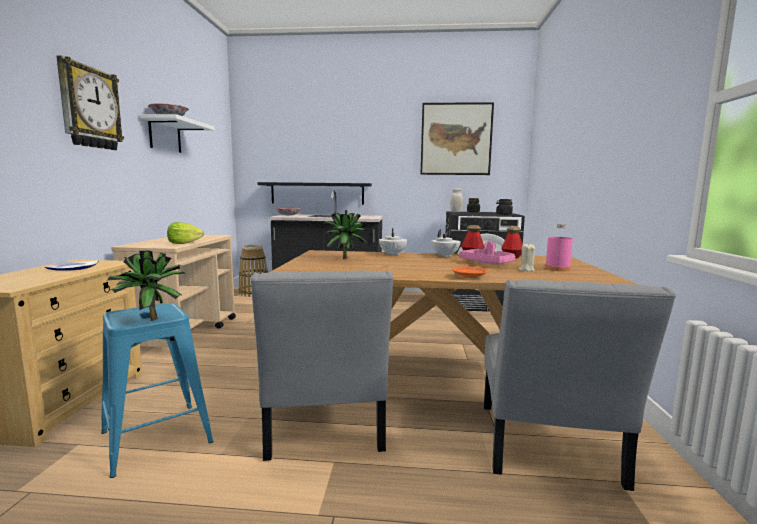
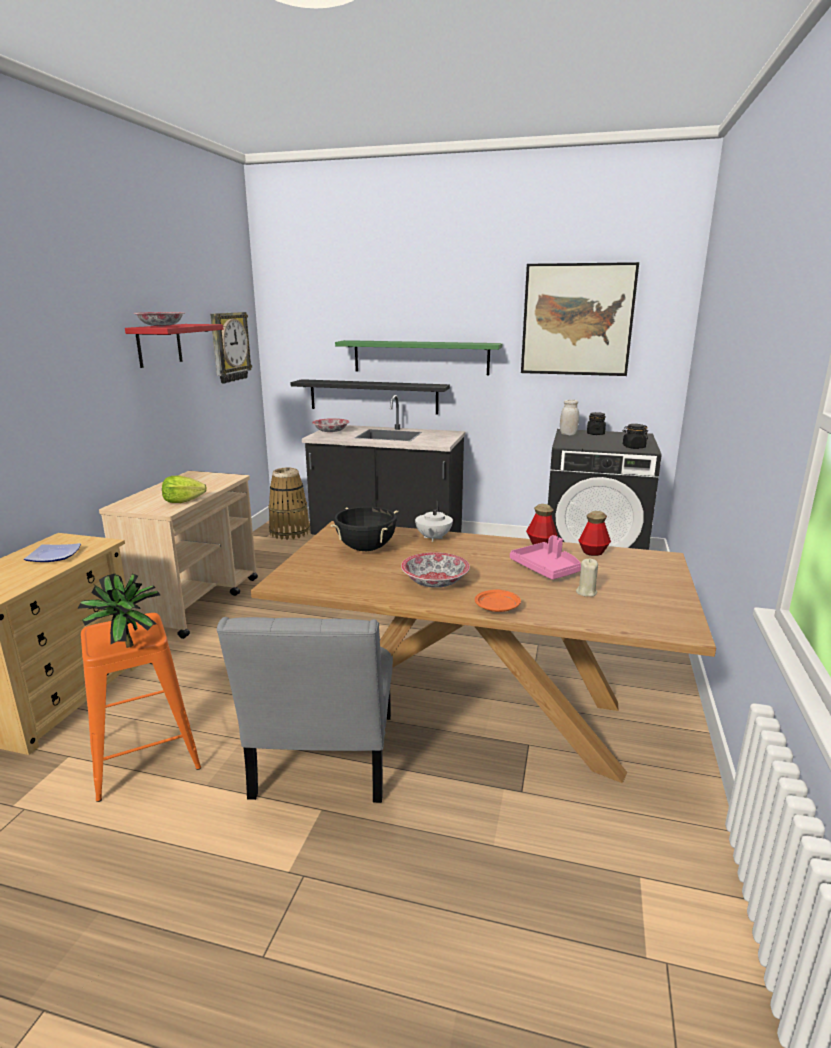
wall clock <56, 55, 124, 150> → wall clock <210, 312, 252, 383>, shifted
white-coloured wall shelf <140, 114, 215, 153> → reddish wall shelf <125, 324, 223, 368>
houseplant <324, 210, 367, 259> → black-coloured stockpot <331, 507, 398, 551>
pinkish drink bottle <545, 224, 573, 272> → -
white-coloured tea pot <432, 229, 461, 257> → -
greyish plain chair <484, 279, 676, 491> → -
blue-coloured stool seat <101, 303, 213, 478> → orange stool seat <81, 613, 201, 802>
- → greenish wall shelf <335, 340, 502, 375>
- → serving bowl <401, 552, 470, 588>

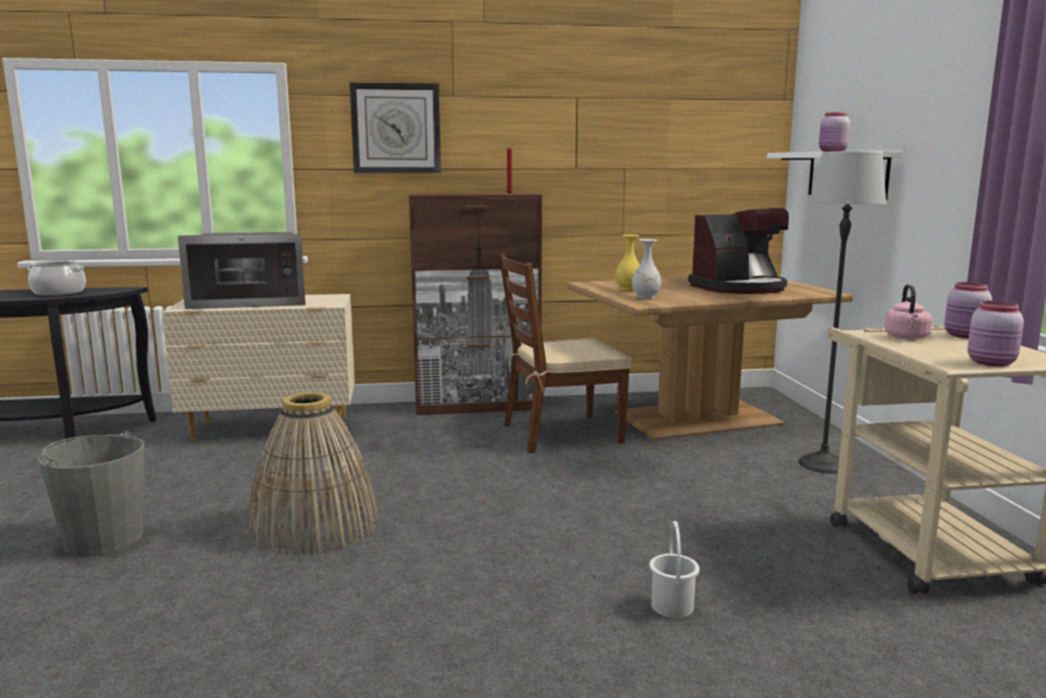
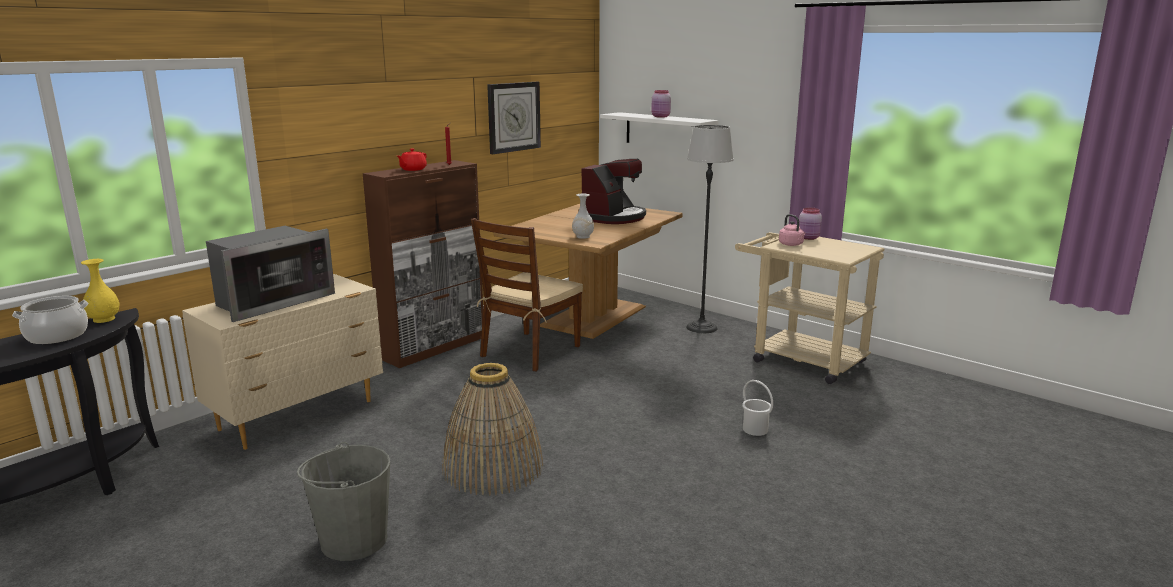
wall clock <350, 82, 441, 173> → wall clock <487, 82, 541, 154>, shifted
yellowish flower vase <615, 235, 640, 291> → yellowish flower vase <81, 259, 120, 323>, shifted
pinkish storage jar <967, 301, 1024, 366> → -
- → reddish tea pot <397, 148, 427, 171>

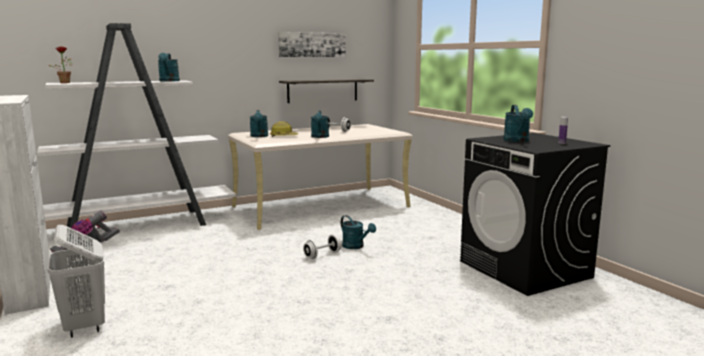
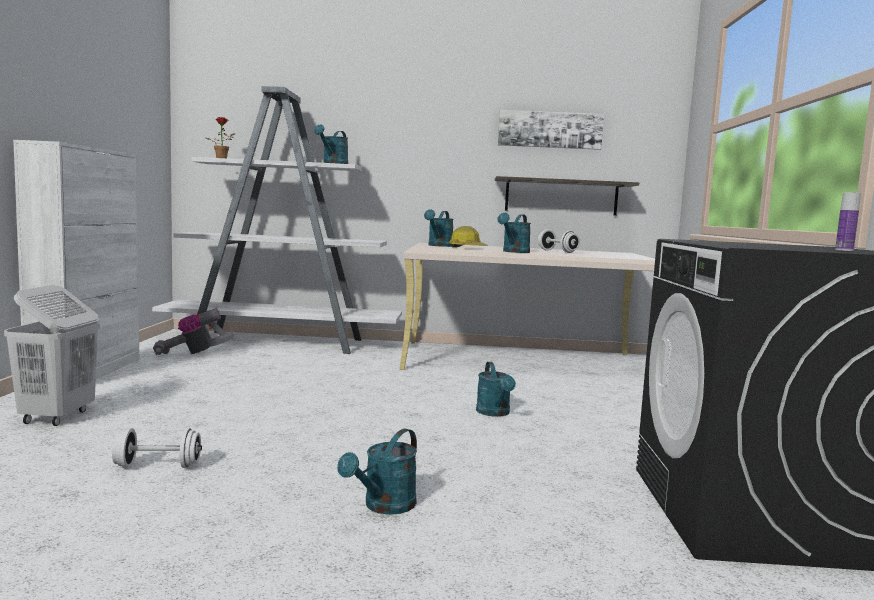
turquoise watering pot <503, 105, 533, 142> → turquoise watering pot <337, 429, 417, 515>, shifted
white-coloured hand weight <303, 234, 342, 259> → white-coloured hand weight <112, 428, 202, 468>, shifted

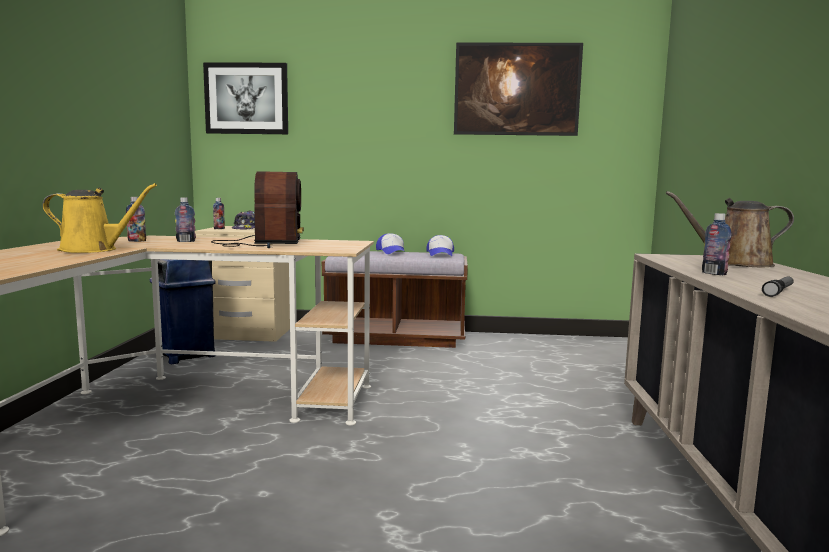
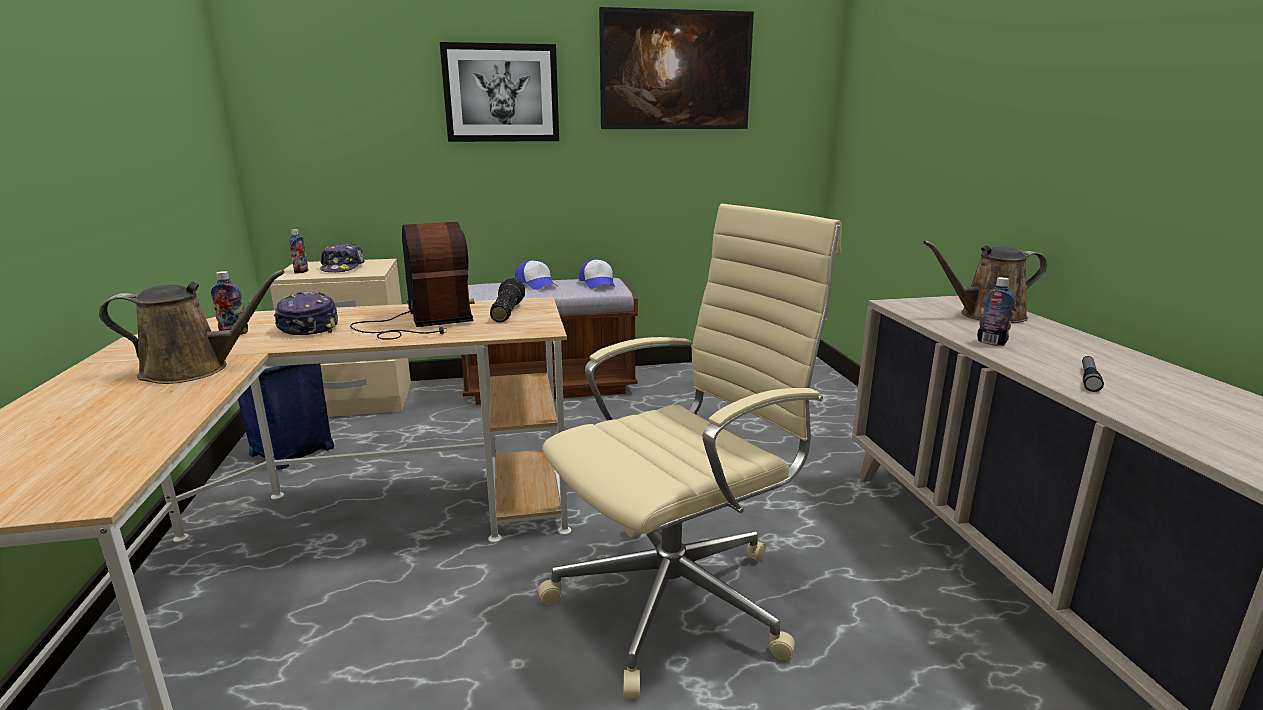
picture <203, 62, 288, 134> → picture <440, 42, 559, 142>, shifted
yellowish watering pot <42, 183, 157, 253> → brownish watering pot <99, 270, 285, 384>
drink bottle <175, 197, 196, 242> → cap <274, 292, 338, 335>
- → sand-coloured desk chair <538, 204, 842, 698>
- → flashlight <490, 278, 525, 323>

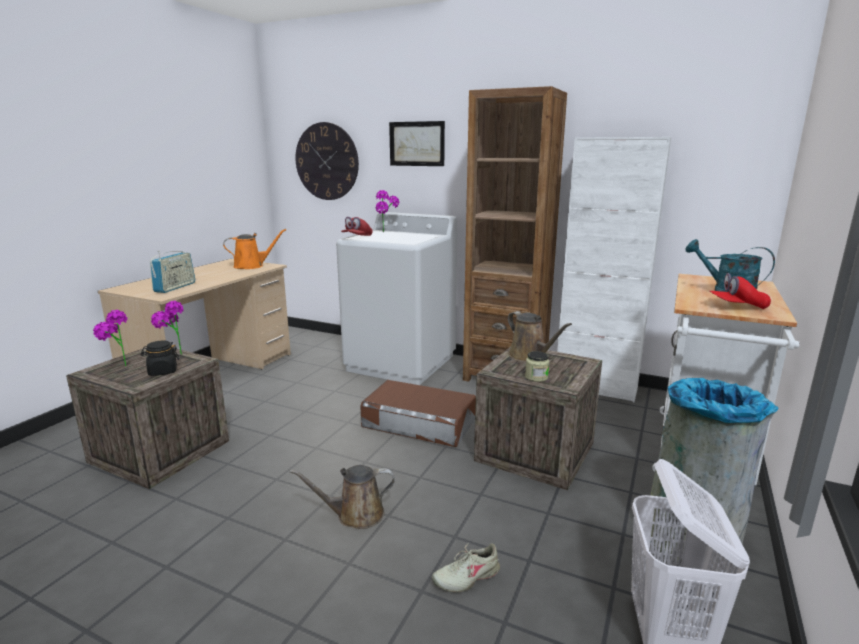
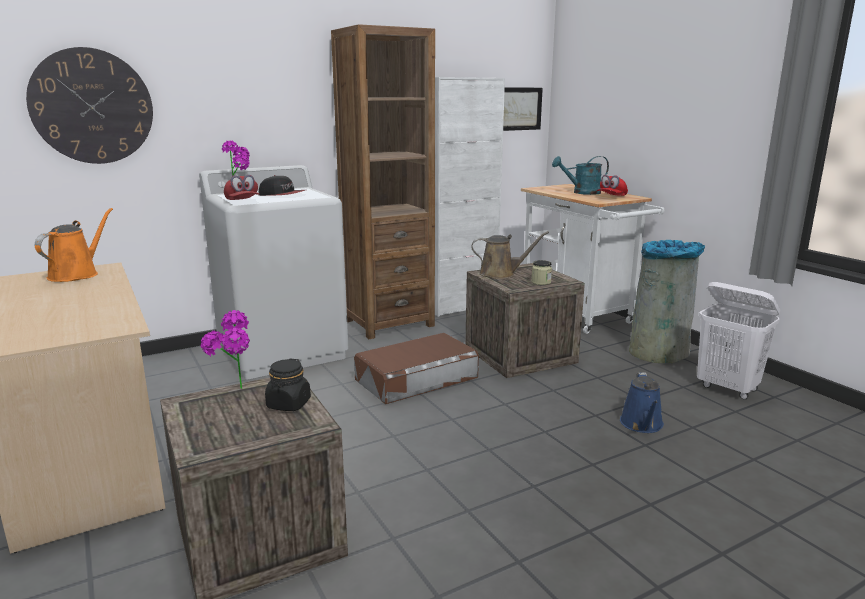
picture <389, 121, 445, 166> → picture <503, 88, 543, 131>, shifted
radio receiver <150, 251, 195, 293> → -
houseplant <93, 310, 127, 367> → -
brownish watering pot <290, 465, 395, 529> → -
sand-coloured item of footwear <432, 543, 500, 593> → blue-coloured watering pot <620, 372, 664, 433>
- → cap <259, 175, 305, 196>

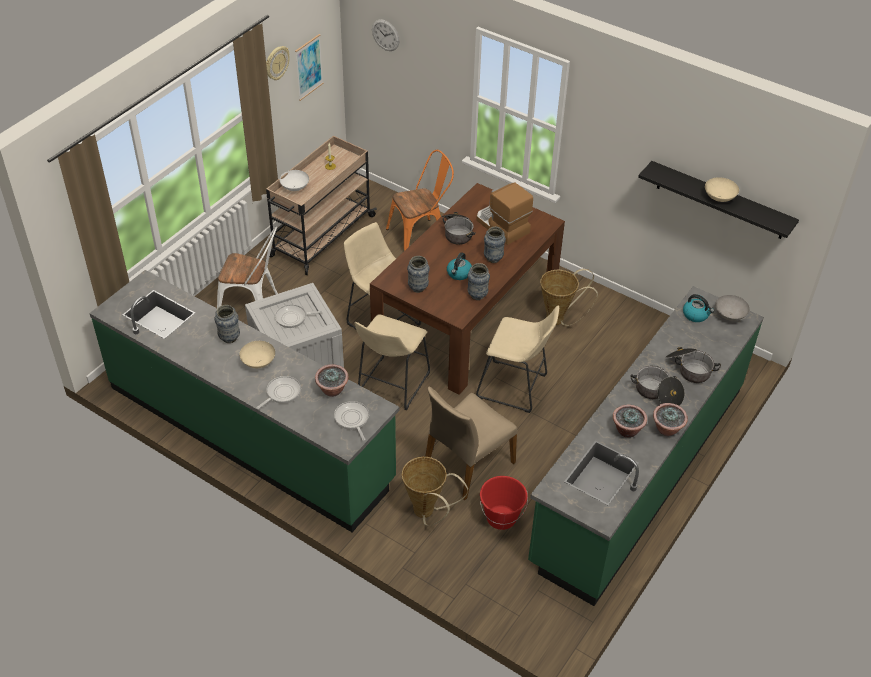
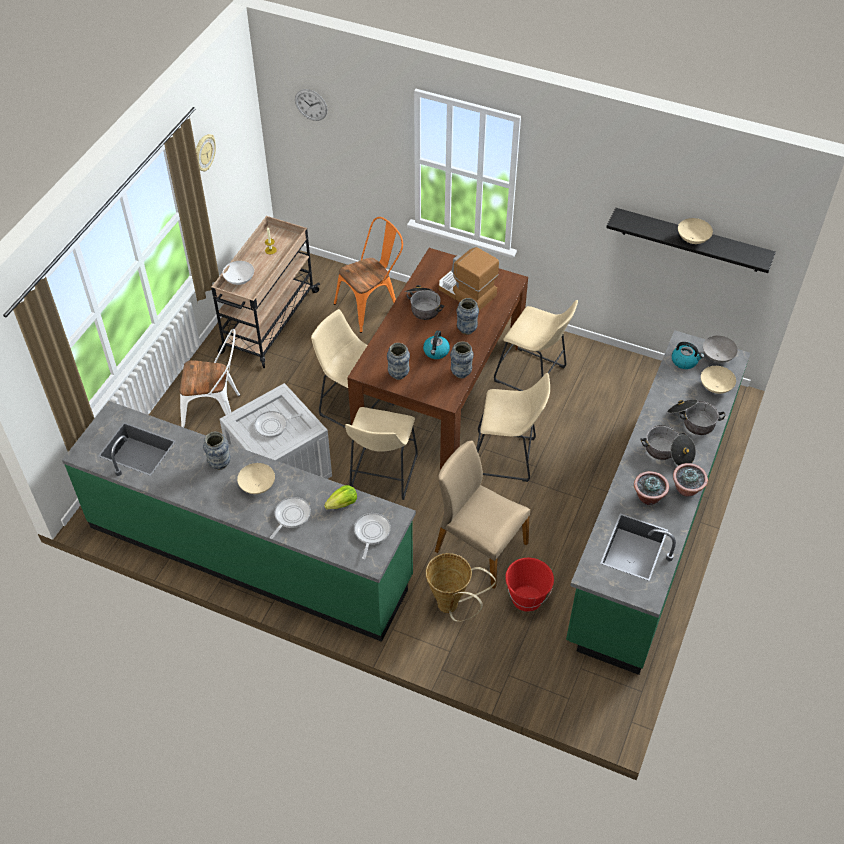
picture <295, 34, 323, 101> → -
household basket <540, 269, 598, 326> → sand-coloured stool seat <494, 300, 578, 391>
houseplant <315, 364, 349, 397> → lettuce <324, 485, 357, 509>
sand-coloured plain chair <425, 386, 517, 500> → sand-coloured plain chair <435, 441, 530, 589>, 90 degrees clockwise
frying pan <334, 401, 369, 441> → frying pan <354, 513, 391, 560>, 45 degrees clockwise
- → sand-coloured serving bowl <701, 366, 736, 394>

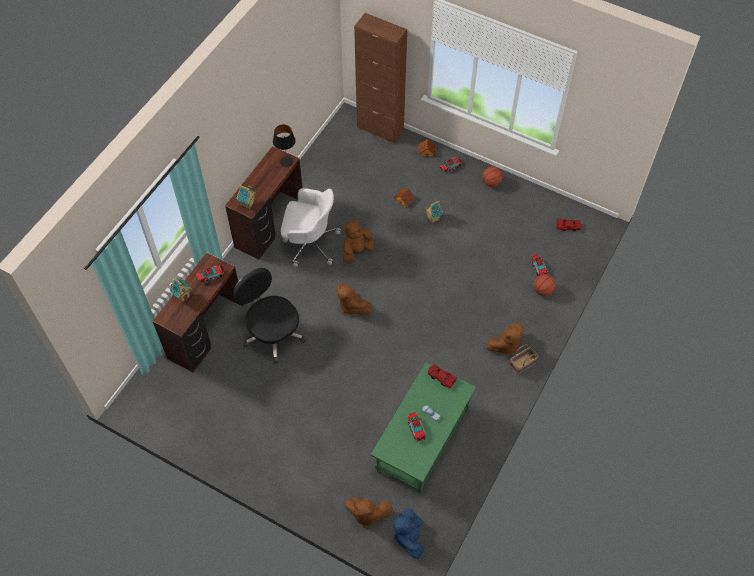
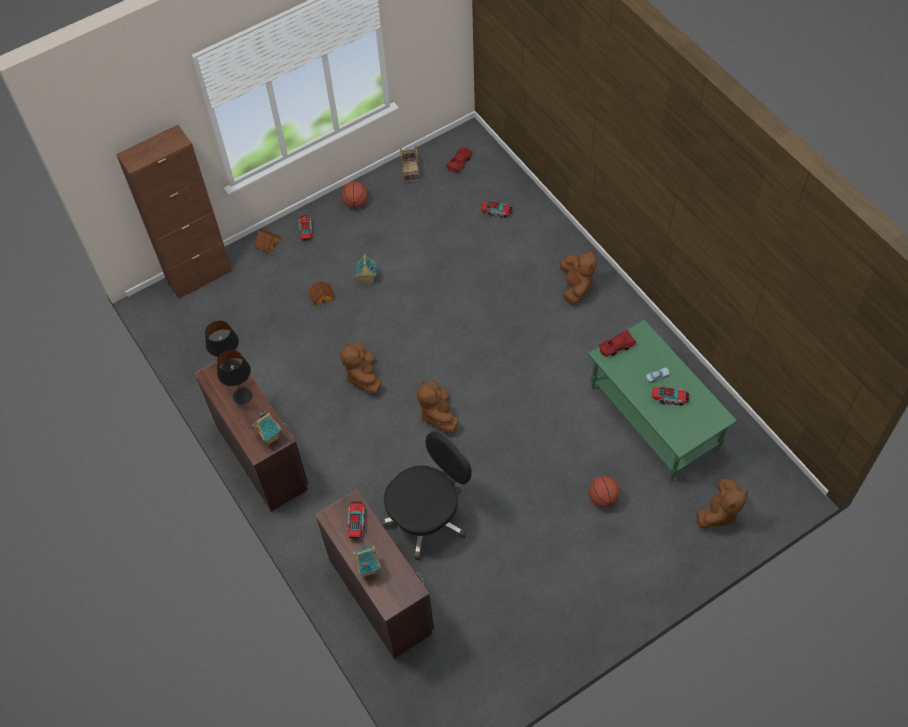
white-coloured desk chair <281, 188, 341, 267> → -
black-coloured desk chair <234, 268, 306, 364> → black-coloured desk chair <380, 431, 472, 560>, 150 degrees clockwise
basketball ball <533, 274, 556, 296> → basketball ball <589, 476, 620, 508>, shifted
brownish cuddly toy <337, 283, 372, 315> → brownish cuddly toy <417, 380, 458, 433>, 90 degrees clockwise
household basket <509, 344, 539, 375> → household basket <400, 146, 419, 183>, shifted
blue-coloured cuddly toy <394, 509, 424, 559> → -
- → black-coloured lamp for a table <217, 349, 252, 404>

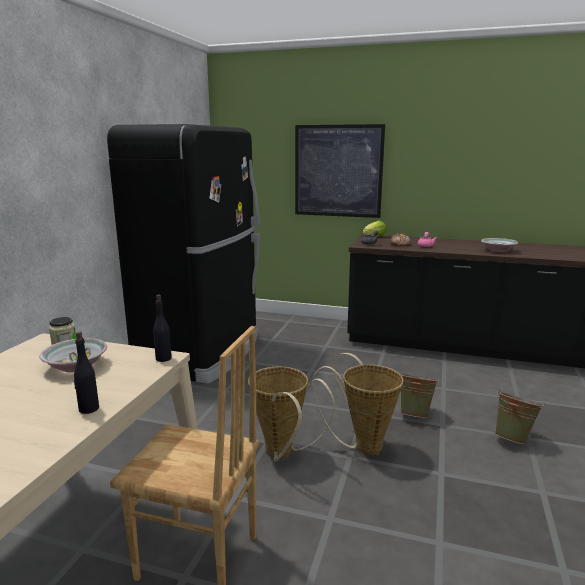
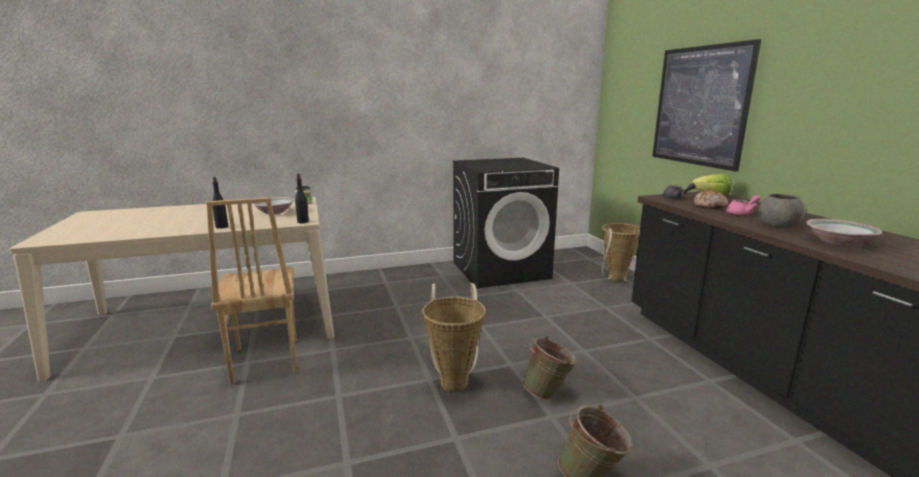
black-coloured refrigerator <107, 124, 260, 384> → black-coloured washing machine <452, 158, 559, 288>
household basket <248, 367, 335, 462> → household basket <601, 223, 640, 281>, shifted
- → greyish serving bowl <758, 194, 805, 228>

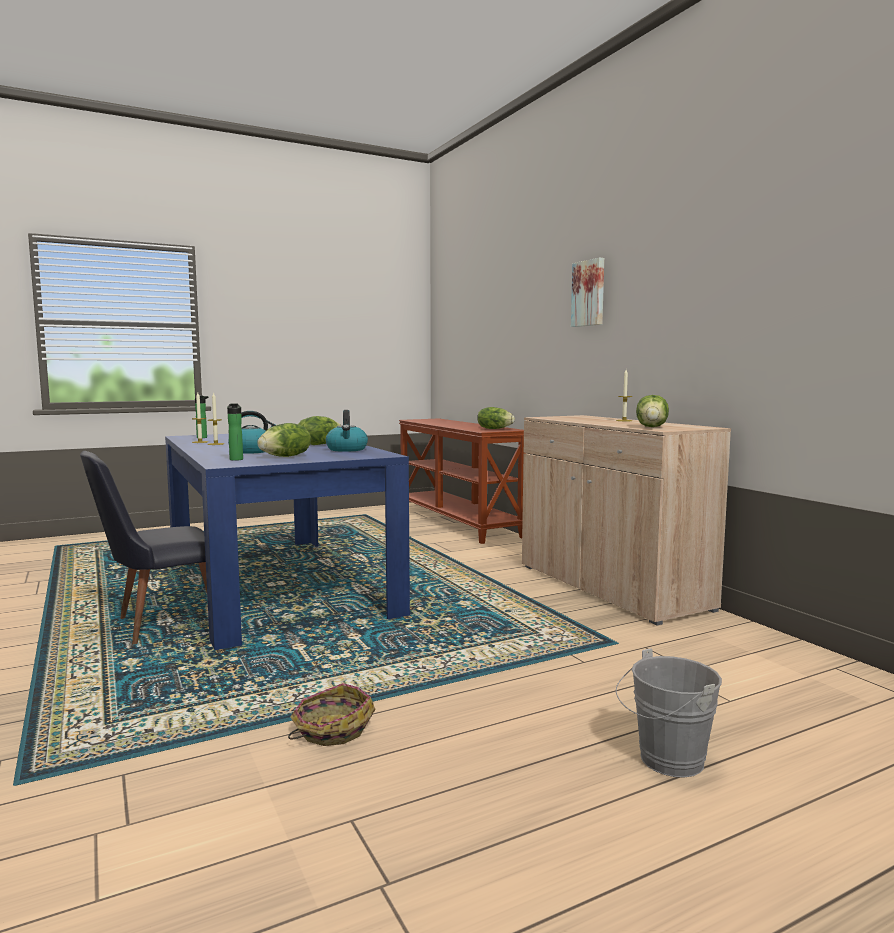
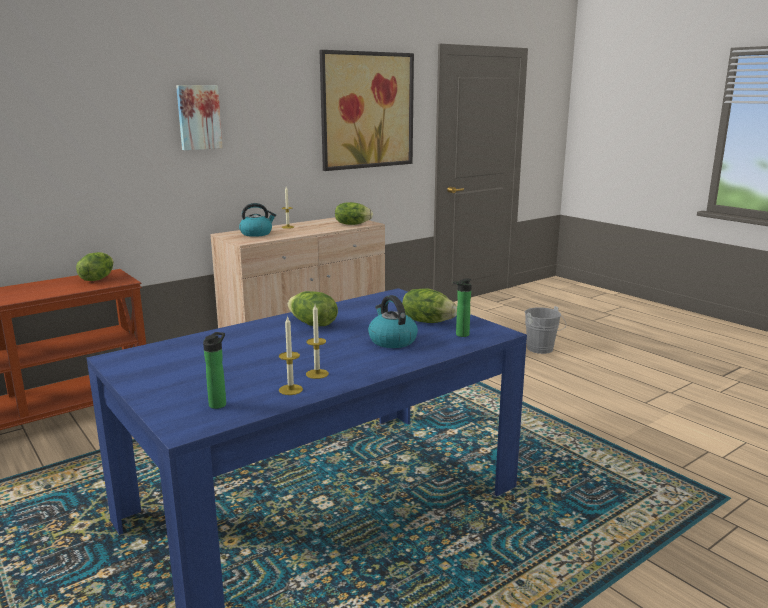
water kettle <326, 410, 368, 452> → water kettle <239, 203, 276, 237>, shifted
black-coloured plain chair <80, 451, 207, 644> → -
household basket <288, 683, 376, 746> → -
- → picture <320, 50, 414, 171>

